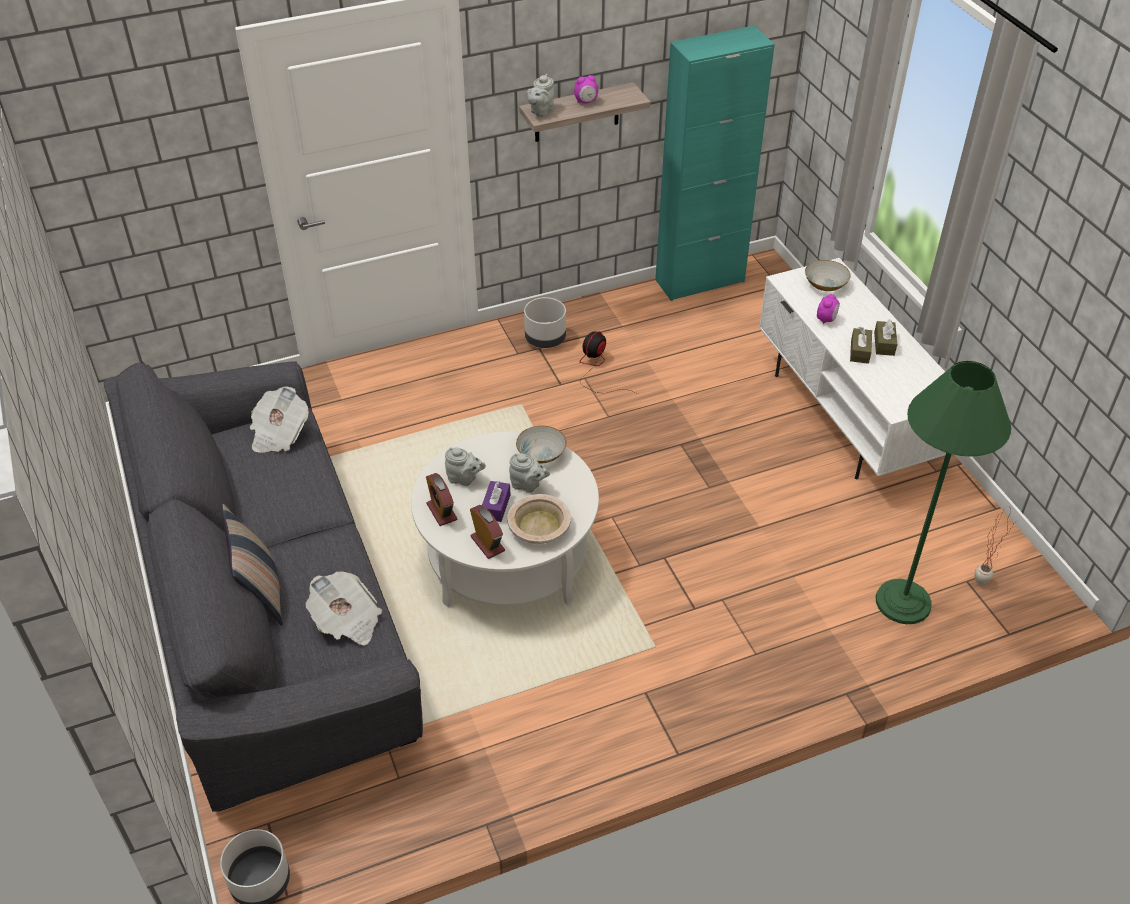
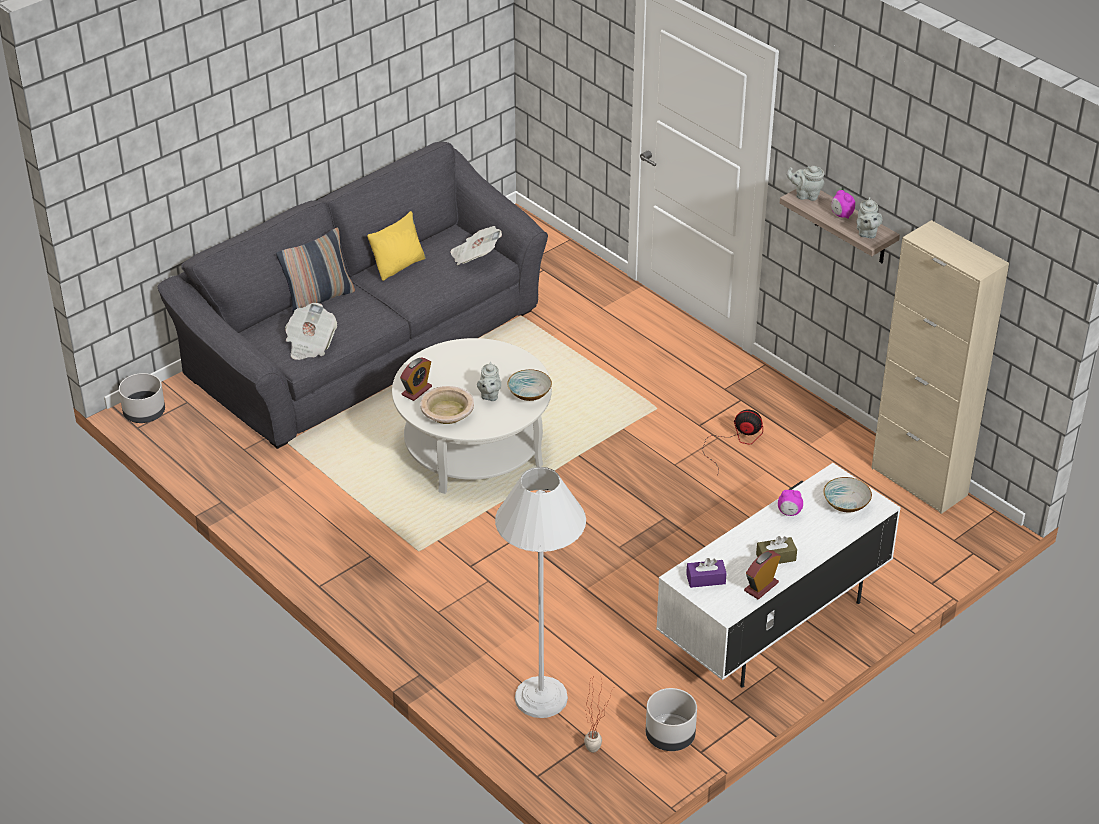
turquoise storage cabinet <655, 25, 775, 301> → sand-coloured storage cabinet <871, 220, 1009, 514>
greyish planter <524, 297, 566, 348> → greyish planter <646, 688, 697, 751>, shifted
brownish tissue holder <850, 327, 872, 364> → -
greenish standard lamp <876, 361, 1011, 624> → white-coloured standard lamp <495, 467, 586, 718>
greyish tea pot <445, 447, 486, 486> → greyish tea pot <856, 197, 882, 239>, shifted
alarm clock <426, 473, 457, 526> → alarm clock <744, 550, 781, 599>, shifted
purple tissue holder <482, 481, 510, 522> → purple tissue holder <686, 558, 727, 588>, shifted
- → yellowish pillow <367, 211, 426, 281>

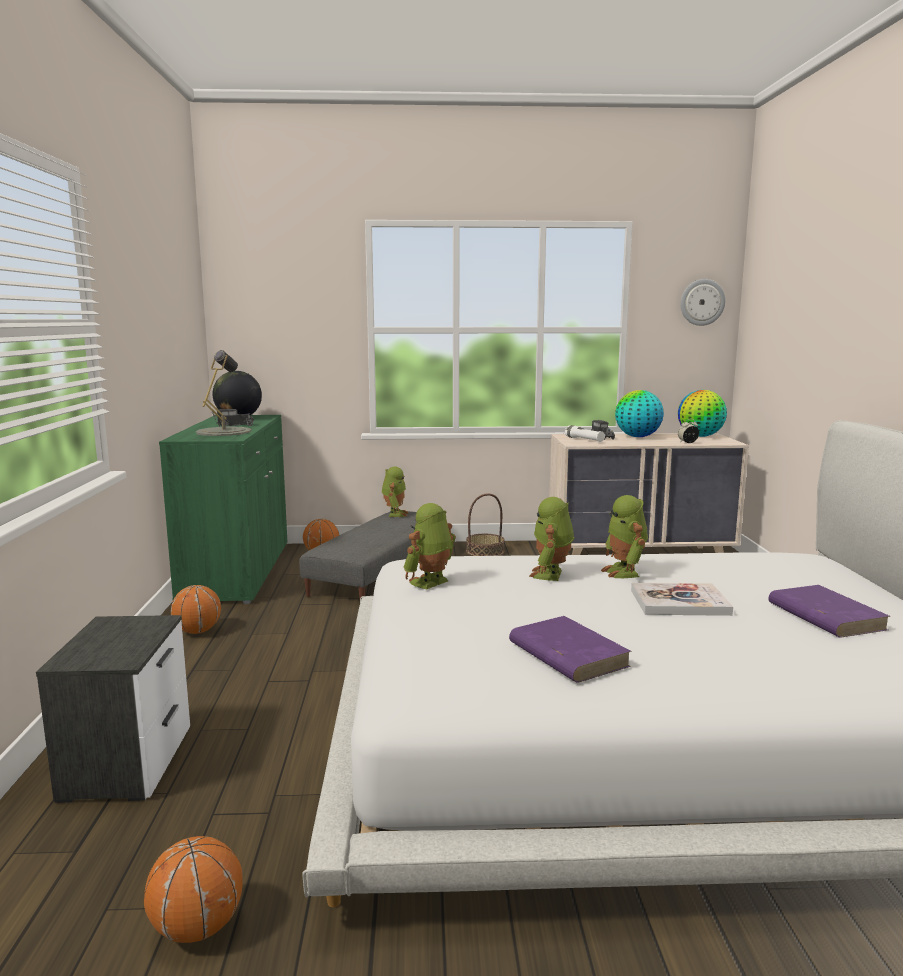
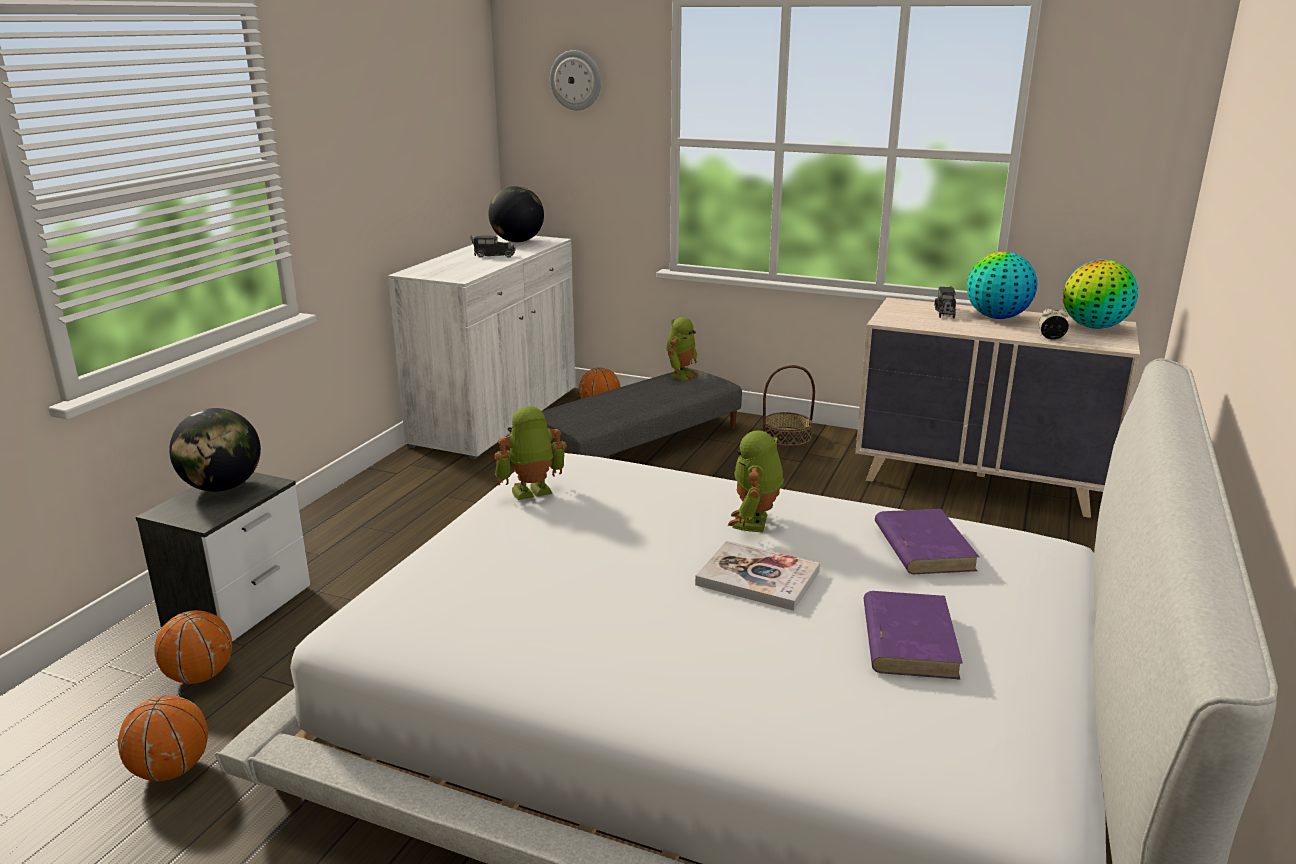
wall clock <680, 279, 725, 326> → wall clock <550, 50, 601, 110>, shifted
greyish lamp for a table <196, 350, 252, 436> → -
greenish storage cabinet <159, 415, 287, 604> → white-coloured storage cabinet <388, 235, 576, 459>
white-coloured flashlight <565, 425, 605, 442> → -
toy robot <529, 497, 574, 581> → -
basketball ball <171, 585, 221, 634> → basketball ball <154, 610, 232, 684>, shifted
purple bound book <509, 616, 631, 683> → purple bound book <875, 509, 979, 574>, shifted
- → desk globe <169, 408, 261, 492>

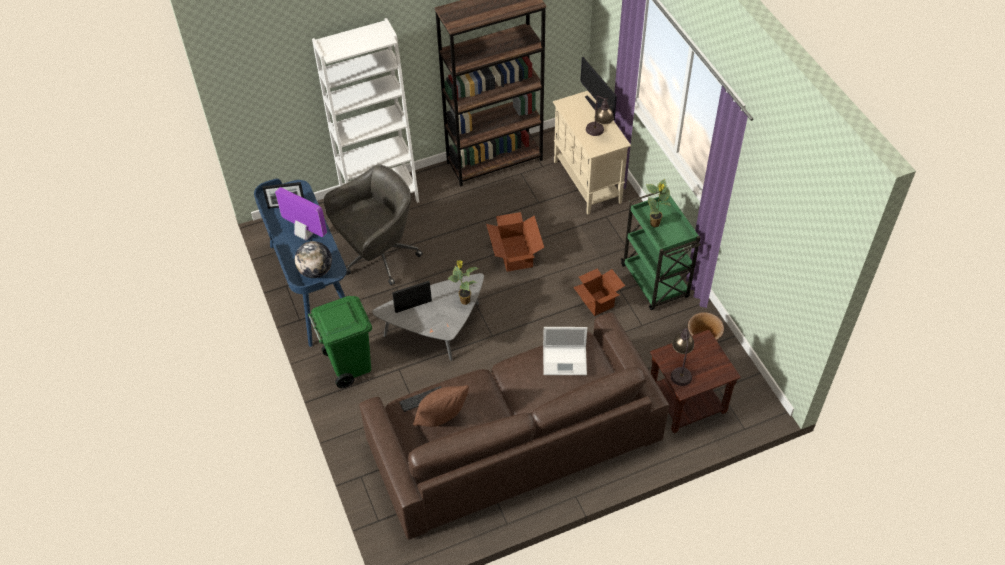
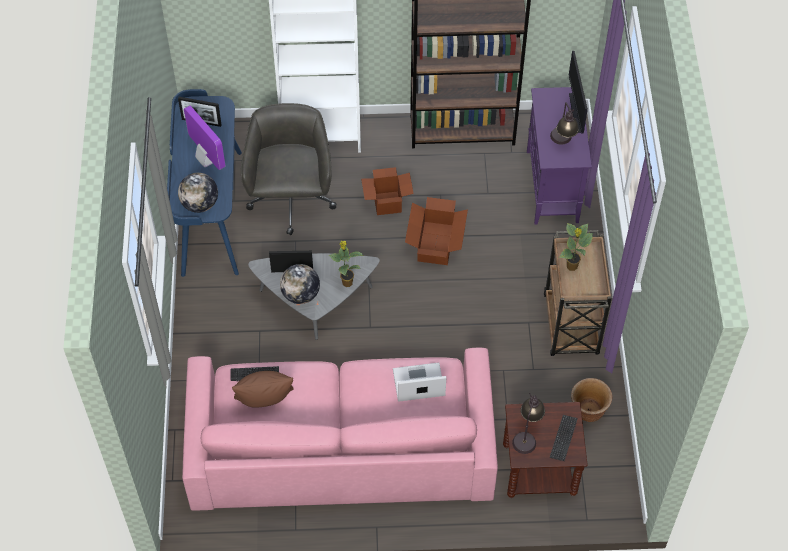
sand-coloured storage cabinet <553, 91, 631, 214> → purple storage cabinet <527, 87, 592, 225>
greyish desk chair <324, 165, 423, 286> → greyish desk chair <241, 103, 336, 235>, 75 degrees counterclockwise
greenish trolley <621, 191, 701, 310> → brownish trolley <544, 230, 612, 356>
carton <573, 269, 625, 316> → carton <361, 167, 414, 215>, shifted
greenish rubbish bin <308, 296, 372, 388> → -
brownish settee <359, 313, 669, 540> → pinkish settee <182, 348, 498, 511>
portable computer <543, 327, 587, 375> → portable computer <393, 363, 446, 402>, 150 degrees clockwise
- → desk globe <280, 264, 320, 304>
- → keyboard <550, 415, 578, 461>

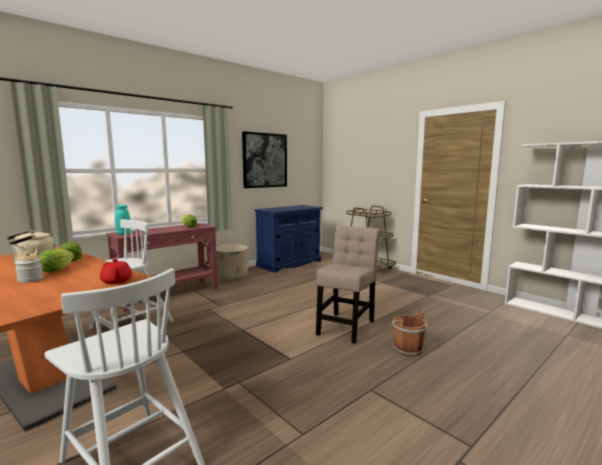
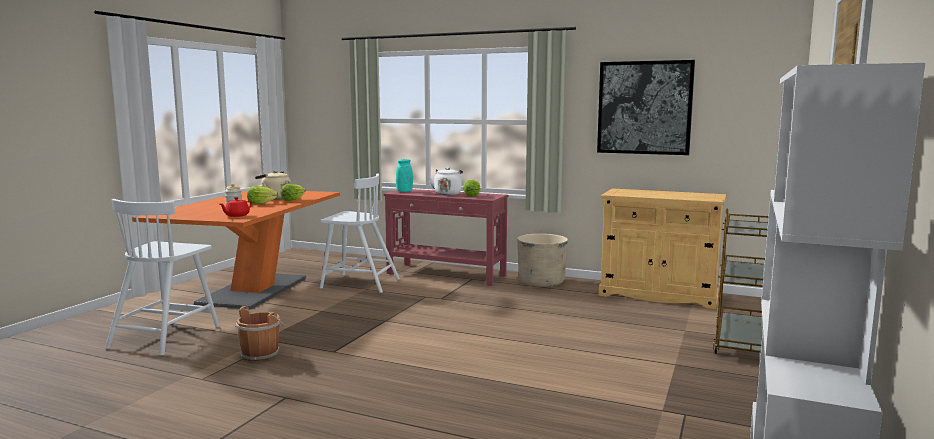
blue-coloured storage cabinet <255, 205, 323, 273> → sand-coloured storage cabinet <599, 188, 726, 309>
sand-coloured plain chair <316, 226, 380, 344> → -
brownish bucket <389, 310, 427, 357> → brownish bucket <235, 306, 284, 362>, shifted
- → white-coloured water kettle <429, 168, 463, 195>

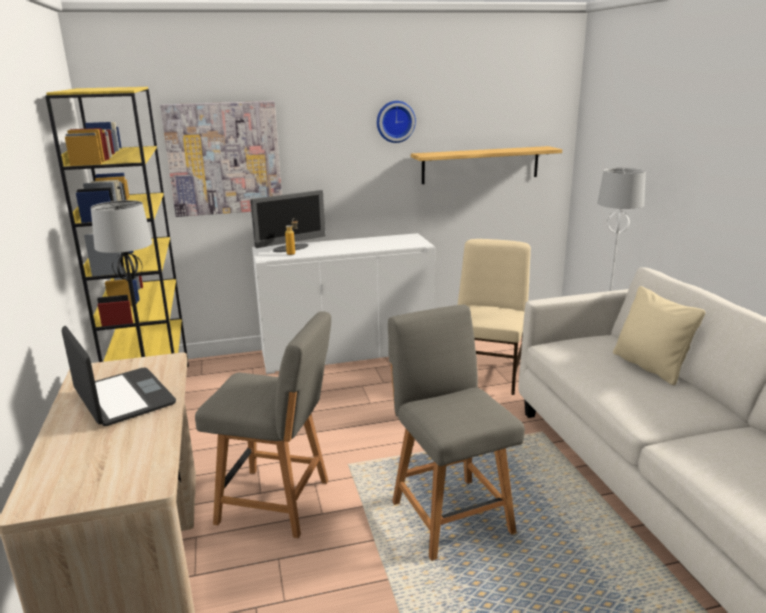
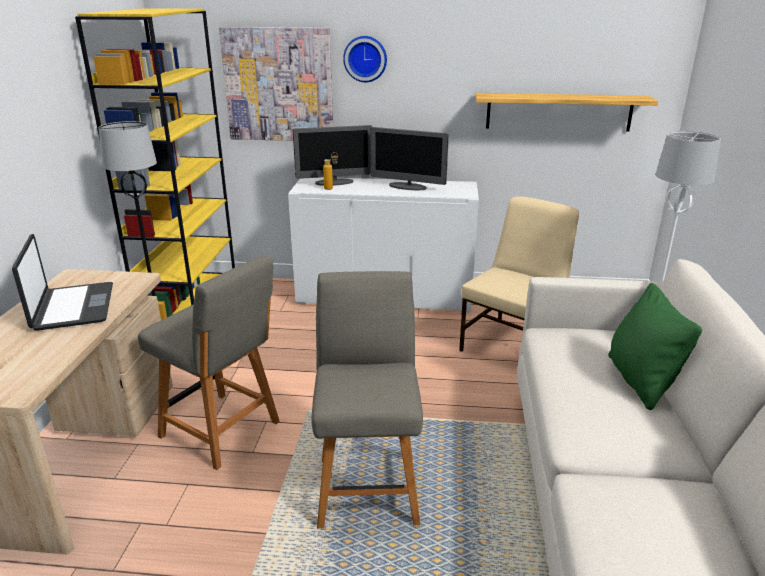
wall clock <377, 101, 416, 143> → wall clock <343, 36, 387, 82>, shifted
sand-coloured pillow <613, 286, 705, 385> → greenish pillow <608, 283, 702, 410>
- → computer screen <371, 127, 449, 190>

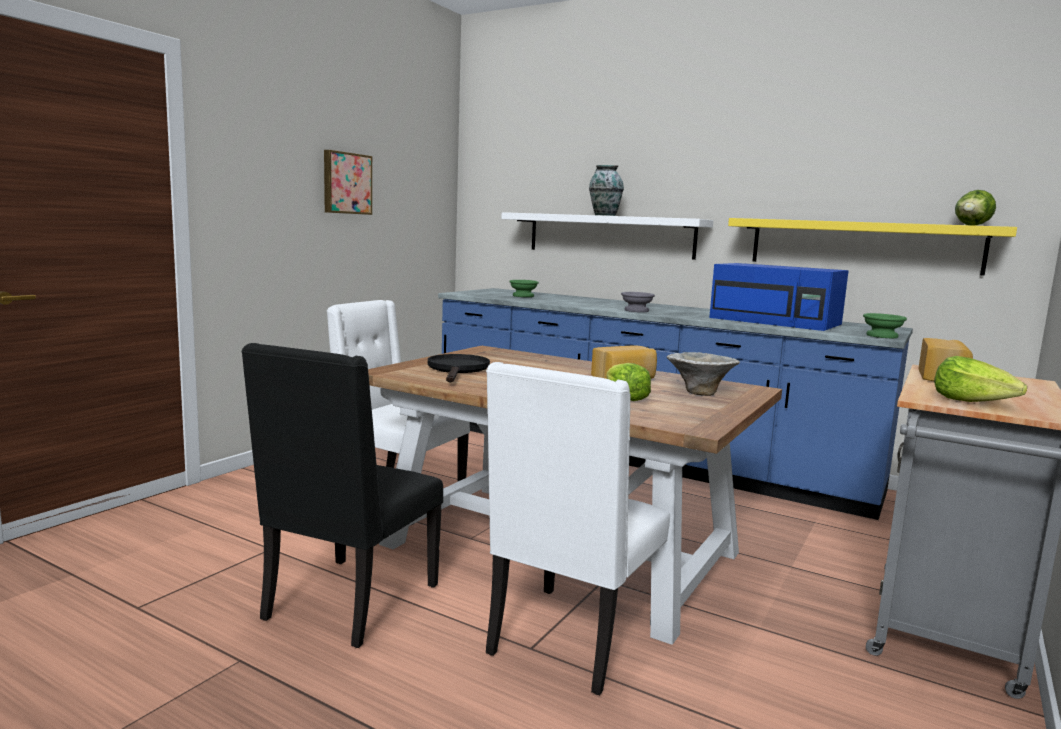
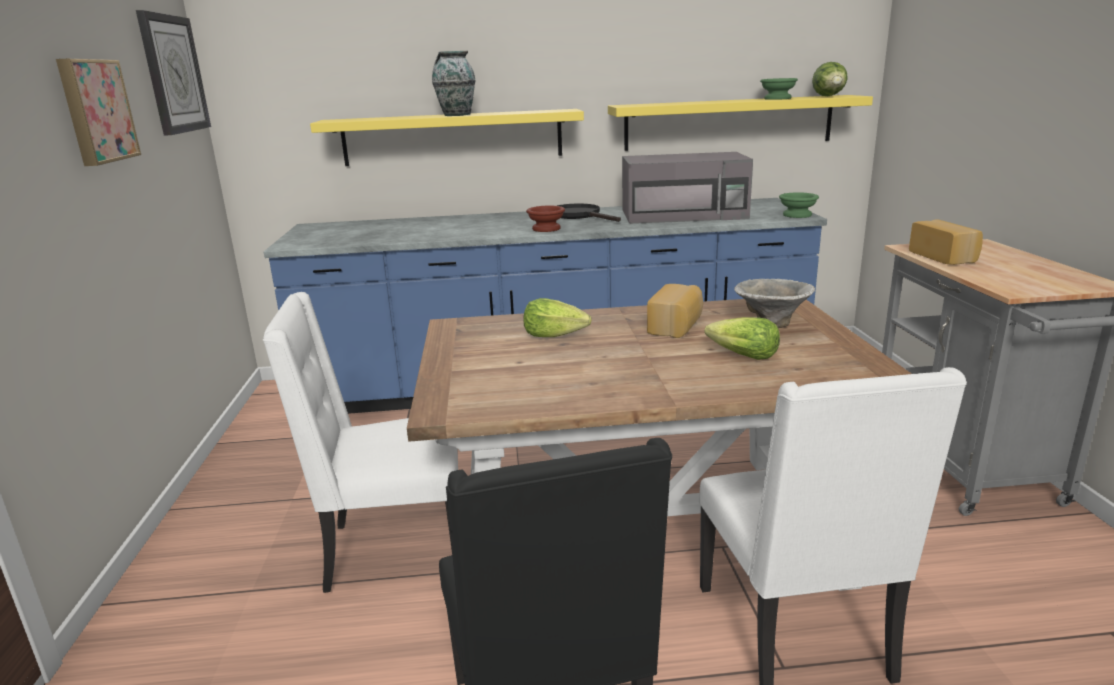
white-coloured wall shelf <501, 212, 713, 260> → yellowish wall shelf <310, 109, 584, 166>
blue-coloured microwave <709, 263, 849, 331> → greyish microwave <622, 152, 753, 224>
greenish serving bowl <509, 280, 539, 297> → greenish serving bowl <760, 78, 798, 100>, shifted
greyish serving bowl <621, 292, 655, 312> → brownish serving bowl <526, 205, 565, 232>
black-coloured frying pan <428, 354, 490, 383> → black-coloured frying pan <557, 204, 621, 222>, shifted
lettuce <934, 356, 1027, 402> → lettuce <524, 298, 591, 337>, shifted
- → wall clock <136, 10, 211, 136>

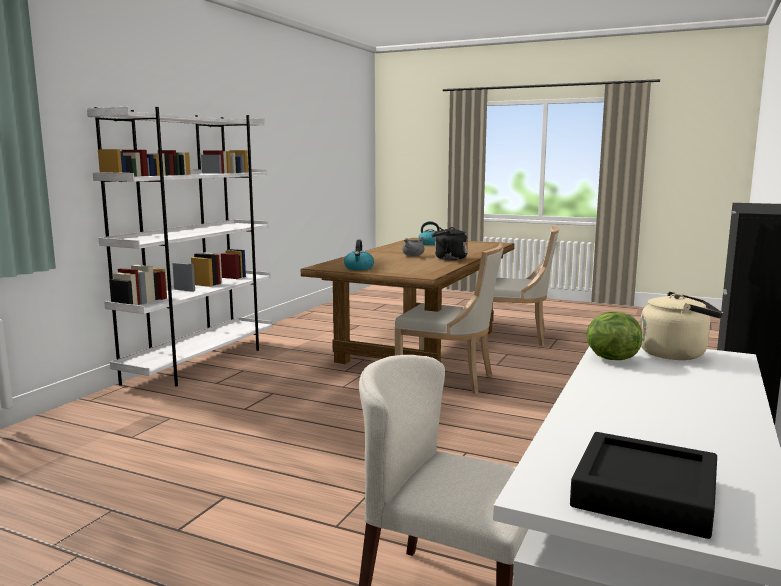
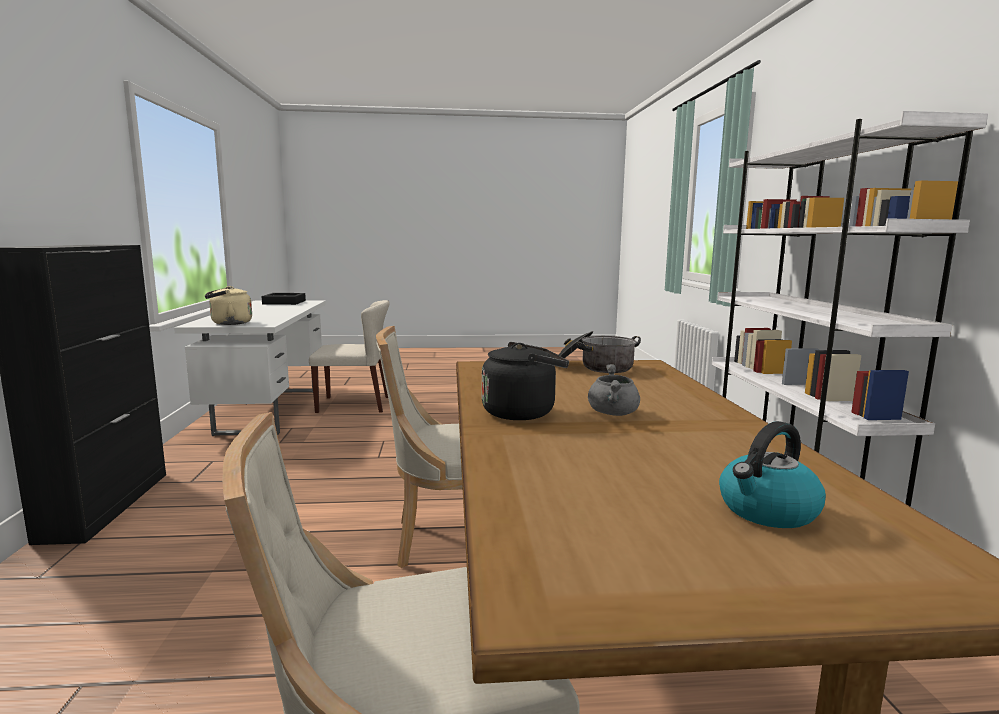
water kettle <344, 240, 374, 270> → stockpot <559, 331, 641, 373>
lettuce <586, 312, 642, 360> → -

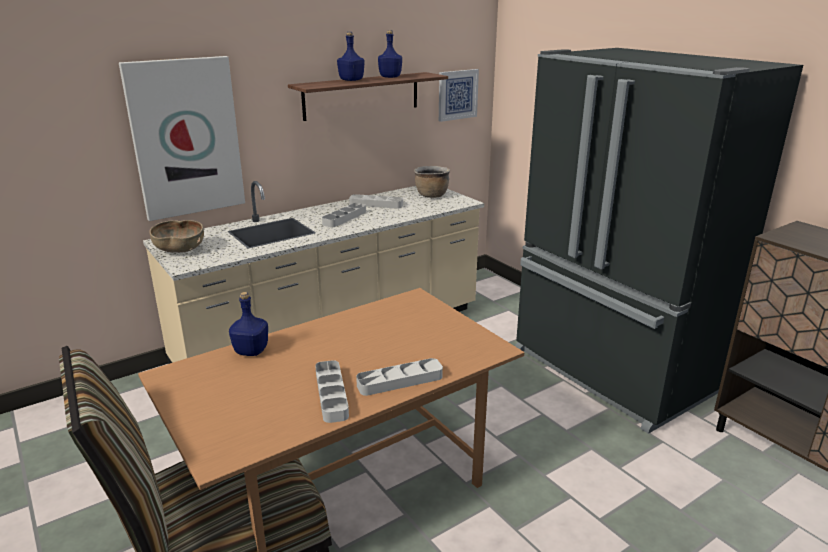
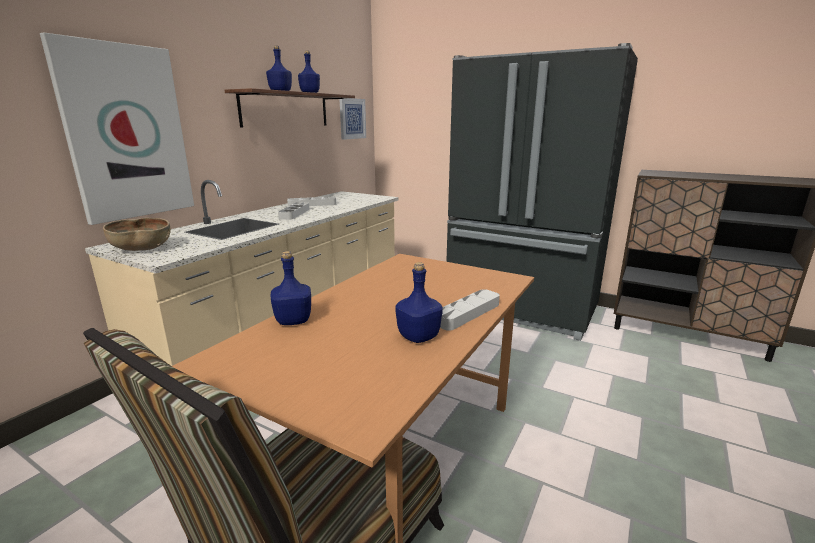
brownish stockpot <414, 166, 450, 198> → -
greyish tray <315, 360, 349, 423> → blue-coloured drink bottle <396, 262, 443, 343>

